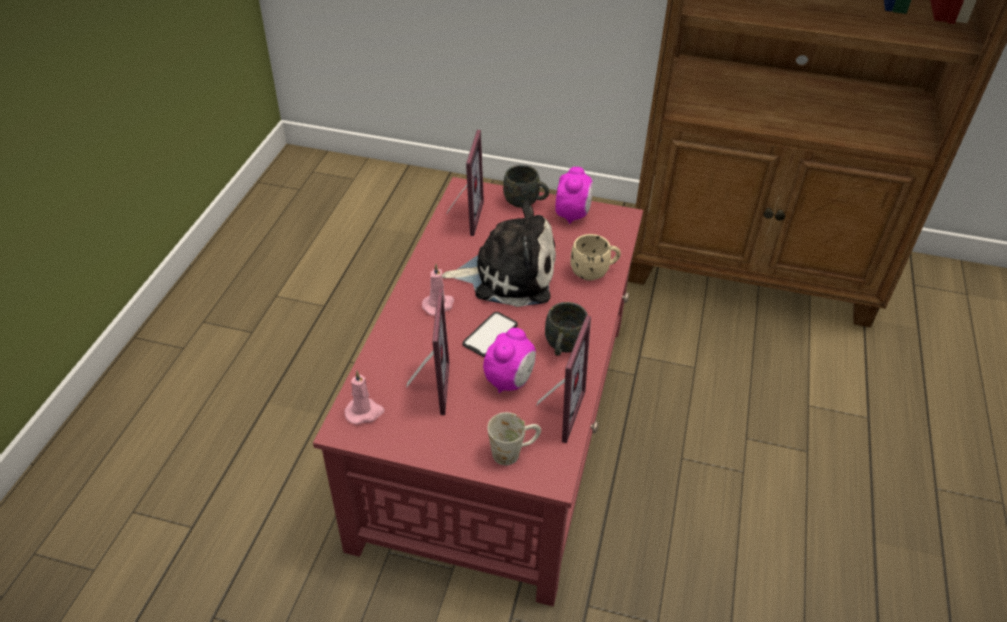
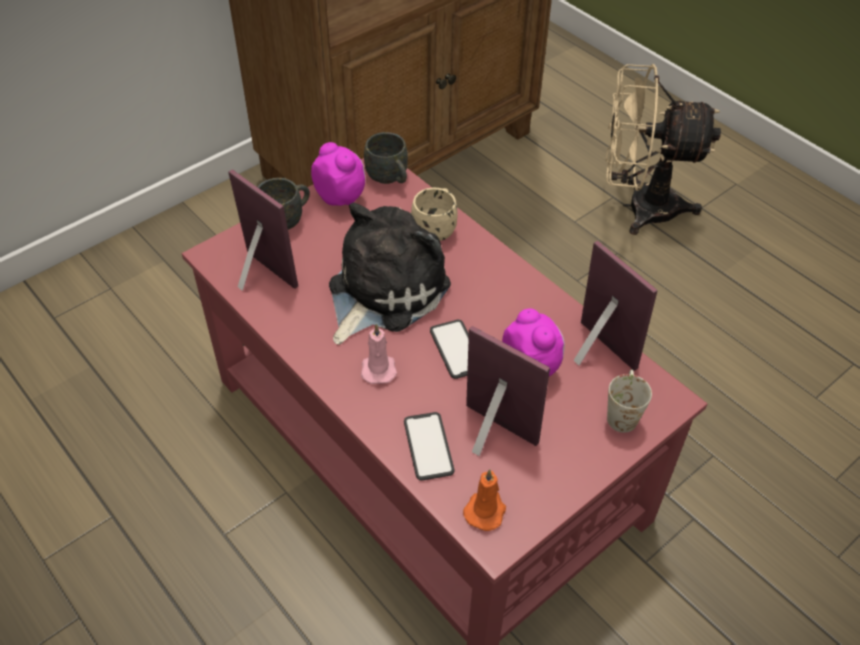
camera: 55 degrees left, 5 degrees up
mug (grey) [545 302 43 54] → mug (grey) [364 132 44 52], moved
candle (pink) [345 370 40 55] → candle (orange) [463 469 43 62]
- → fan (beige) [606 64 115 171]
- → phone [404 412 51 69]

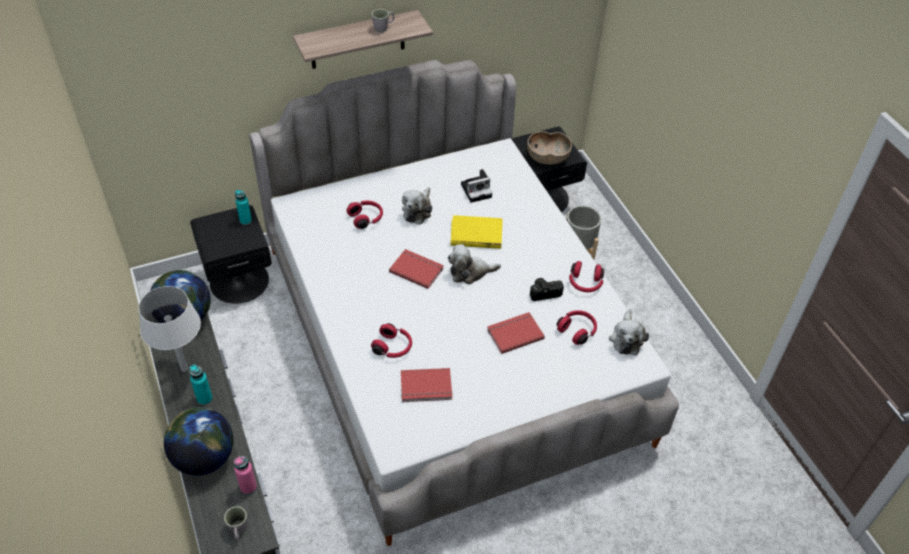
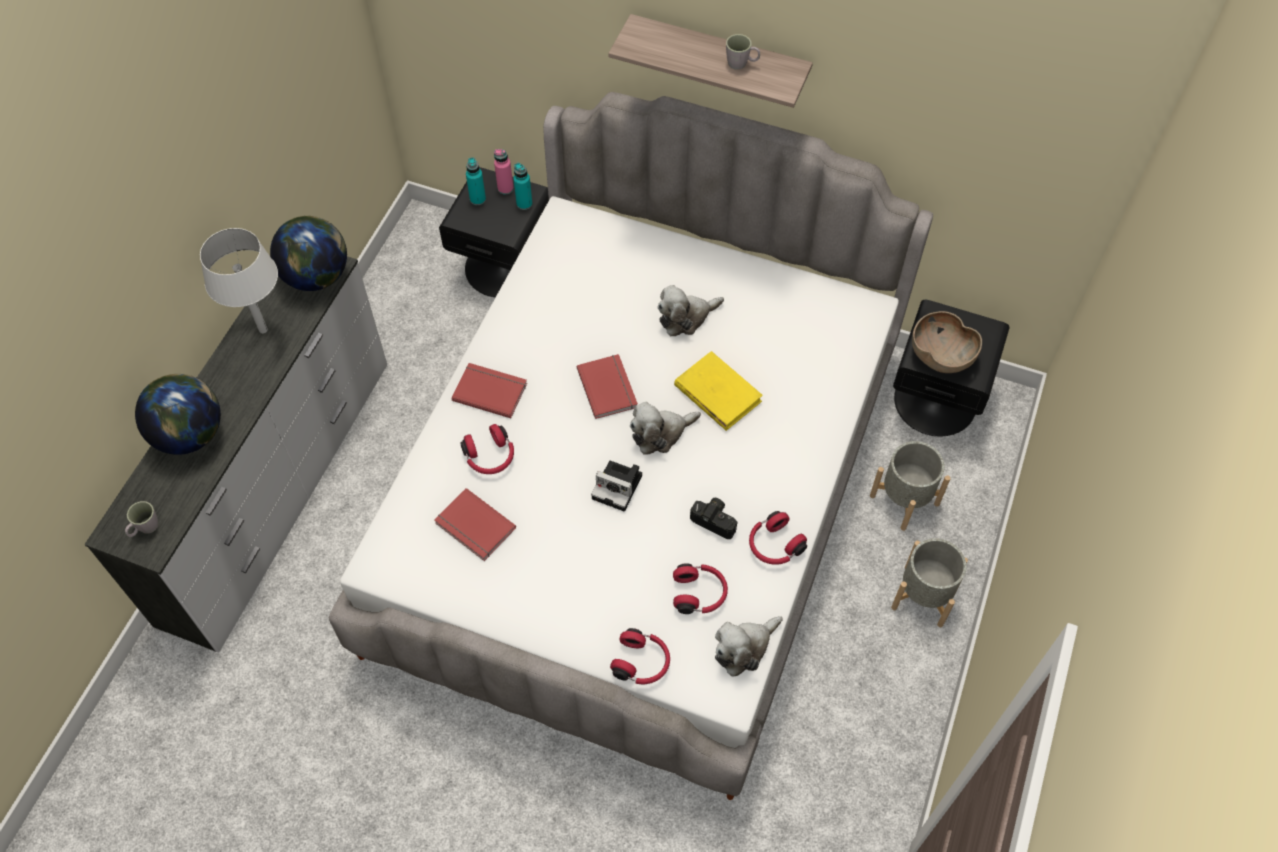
camera: 45 degrees right, 10 degrees up
photo camera [461 169 31 34] → photo camera [591 461 51 51], moved
headphones (red) [347 201 36 28] → headphones (red) [610 628 60 56], moved
plush toy [448 244 53 40] → plush toy [630 402 71 53], 60 degrees counterclockwise
book (red) [487 312 58 42] → book (red) [452 363 75 55], moved
bottle (turquoise) [190 364 23 41] → bottle (turquoise) [466 157 20 48], moved
bottle (pink) [234 456 23 39] → bottle (pink) [494 149 20 45], moved
- → planter (grey) [891 538 77 89]

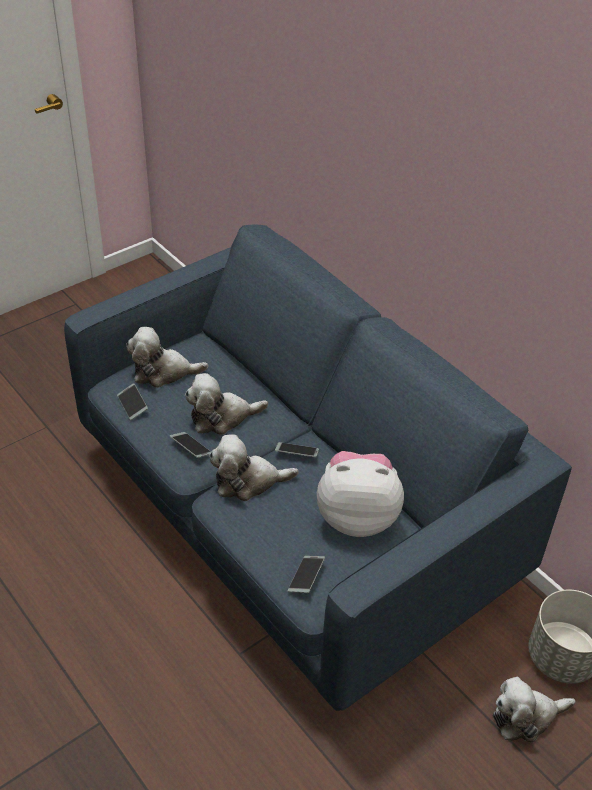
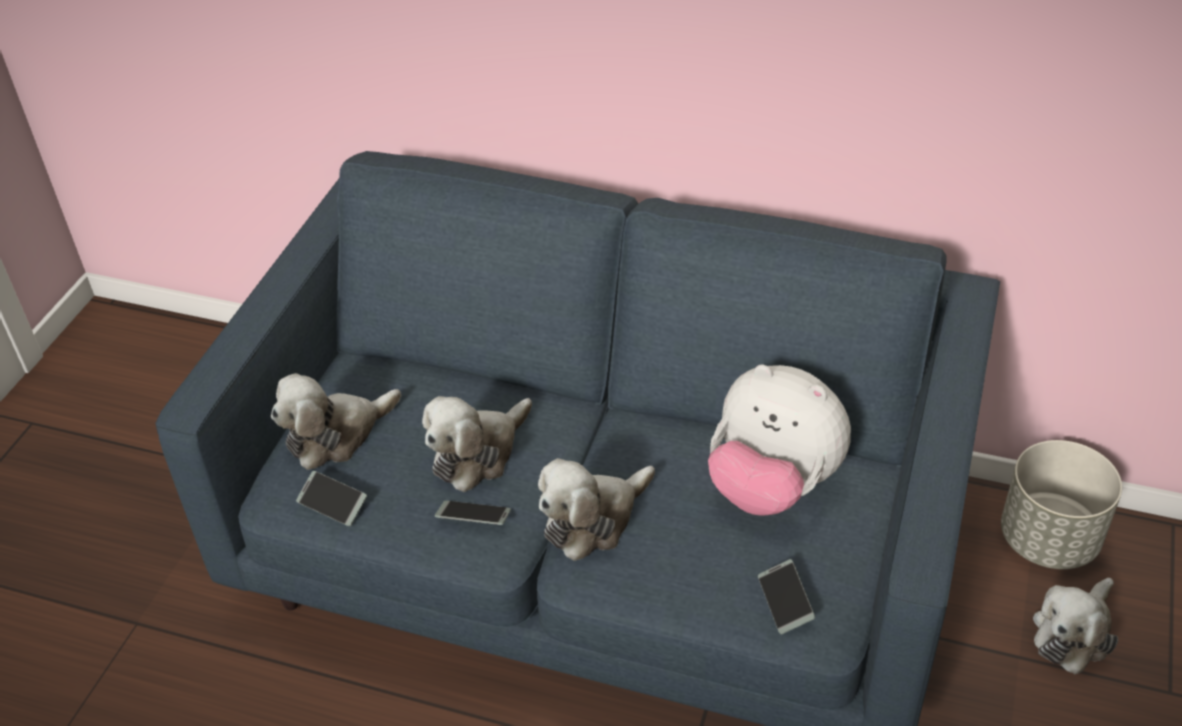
camera: 30 degrees left, 0 degrees up
phone [275 442 44 15] → -
plush toy [317 451 87 86] → plush toy [708 365 143 151], 120 degrees counterclockwise

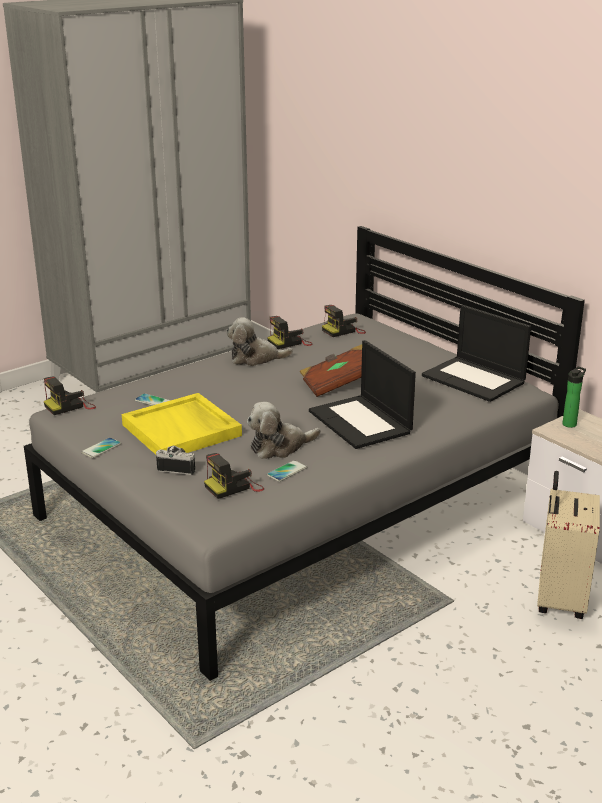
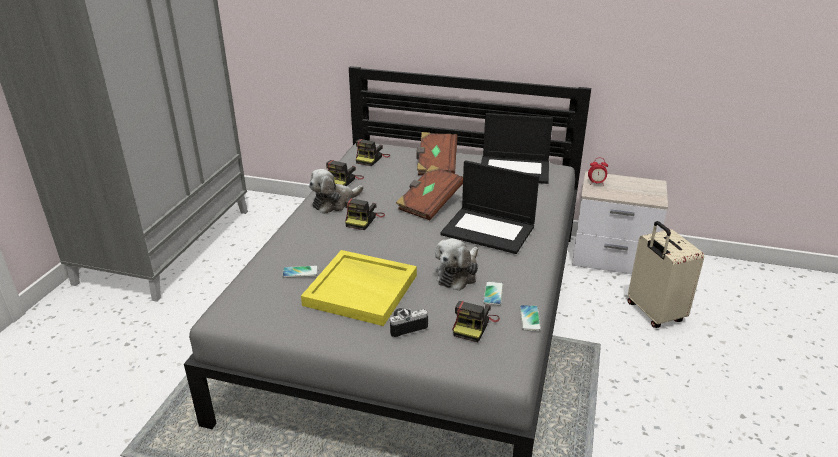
camera: 35 degrees left, 5 degrees up
bottle [563 367 23 61] → alarm clock [588 158 20 28]
photo camera [44 376 52 39] → photo camera [345 198 40 32], moved
phone [81 437 40 21] → phone [520 305 21 26], moved
- → book (brown) [416 132 41 44]

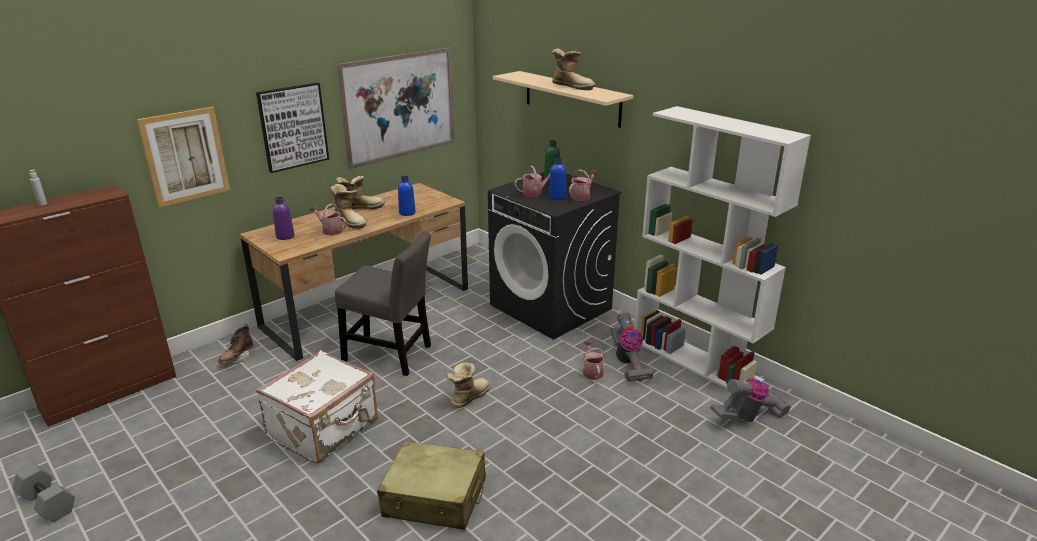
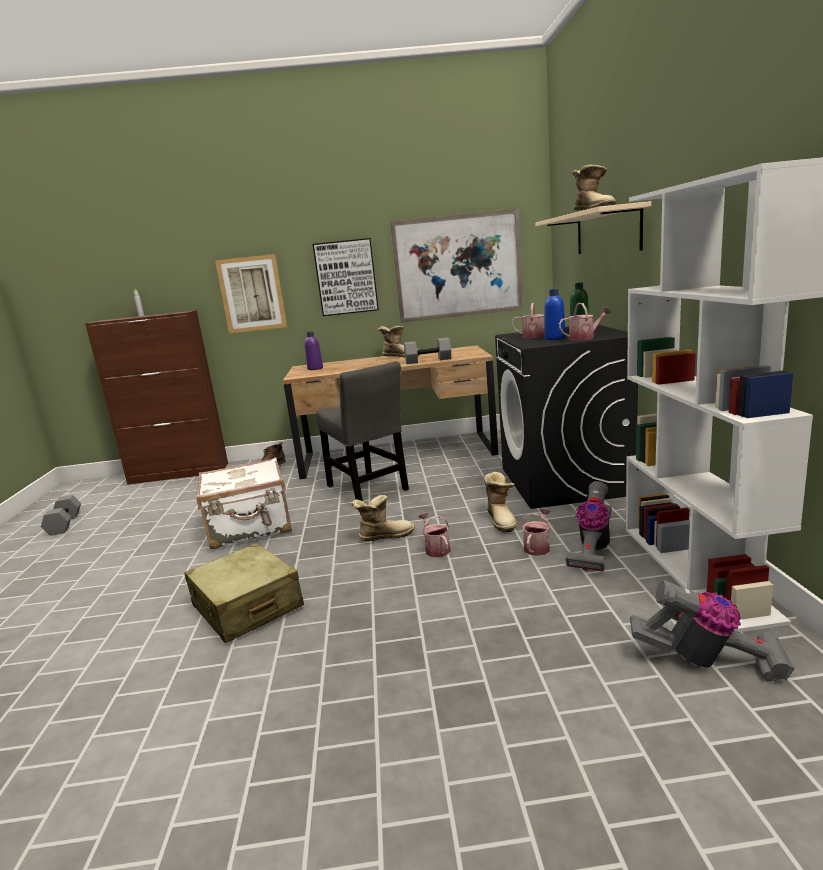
camera: 40 degrees right, 10 degrees down
bottle (blue) [398 176 18 40] → dumbbell (grey) [404 338 47 26]
boot [330 184 37 45] → boot [484 472 33 60], moved
watering can [310 203 37 32] → watering can [418 513 33 44], moved

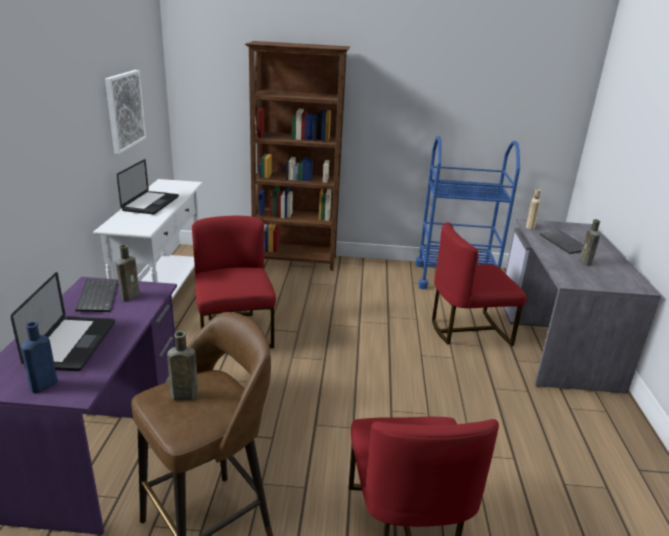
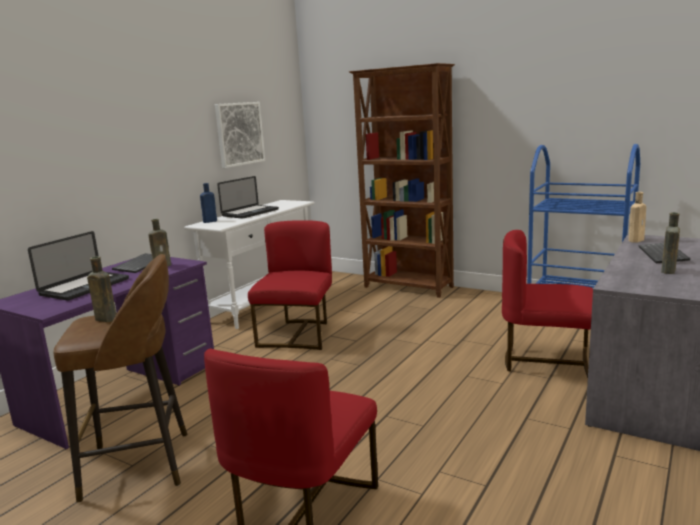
camera: 30 degrees right, 10 degrees down
bottle (blue) [21 322 36 71] → bottle (blue) [200 183 17 40], moved

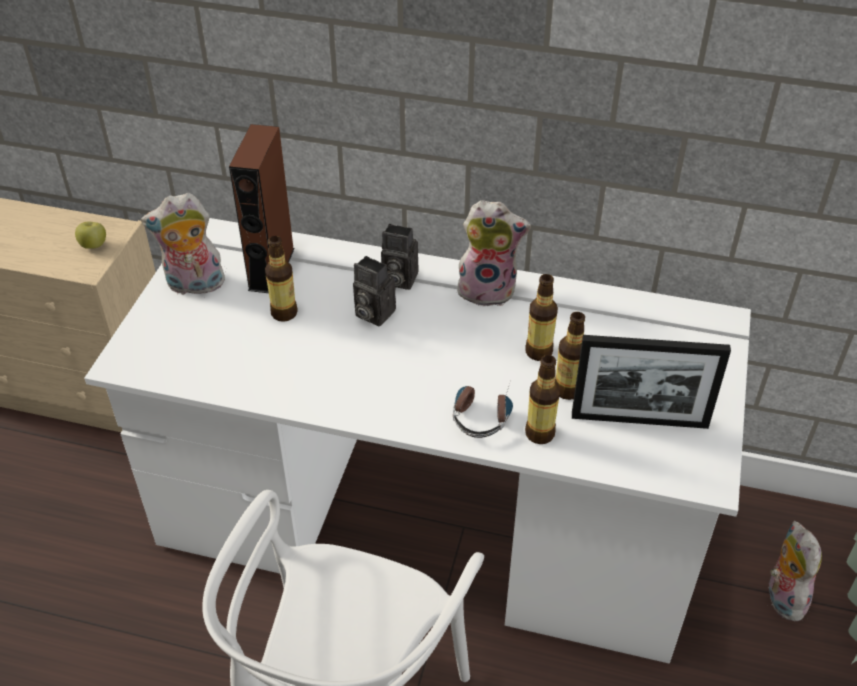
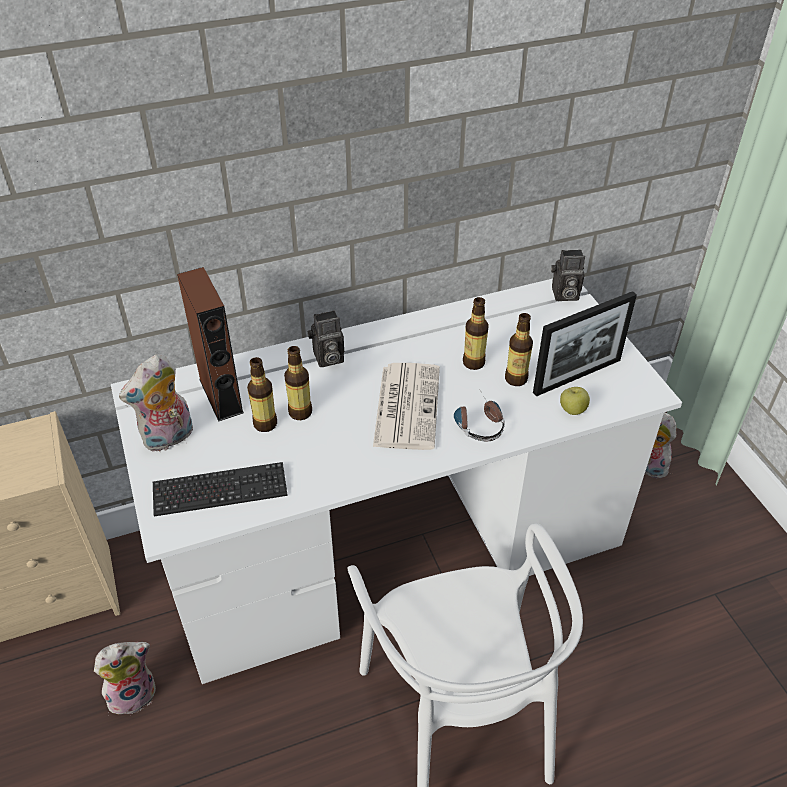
camera: 35 degrees left, 0 degrees up
plush toy [457 200 74 106] → plush toy [94 642 62 73], moved
apple [75 221 31 28] → apple [560 387 30 28], moved
photo camera [353 256 43 70] → photo camera [551 250 34 51], moved
bottle [525 355 35 89] → bottle [284 346 28 74], moved
- → newspaper [373 363 67 87]
- → keyboard [153 462 135 55]

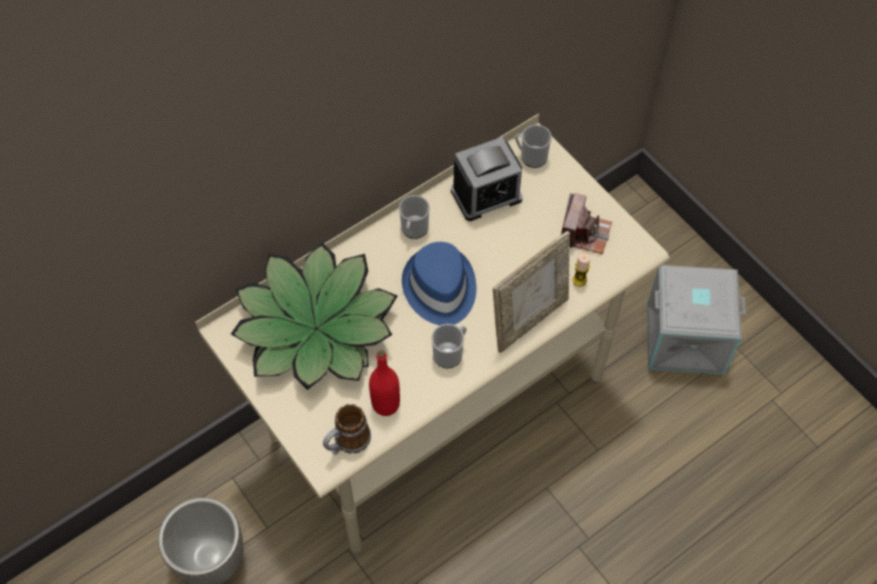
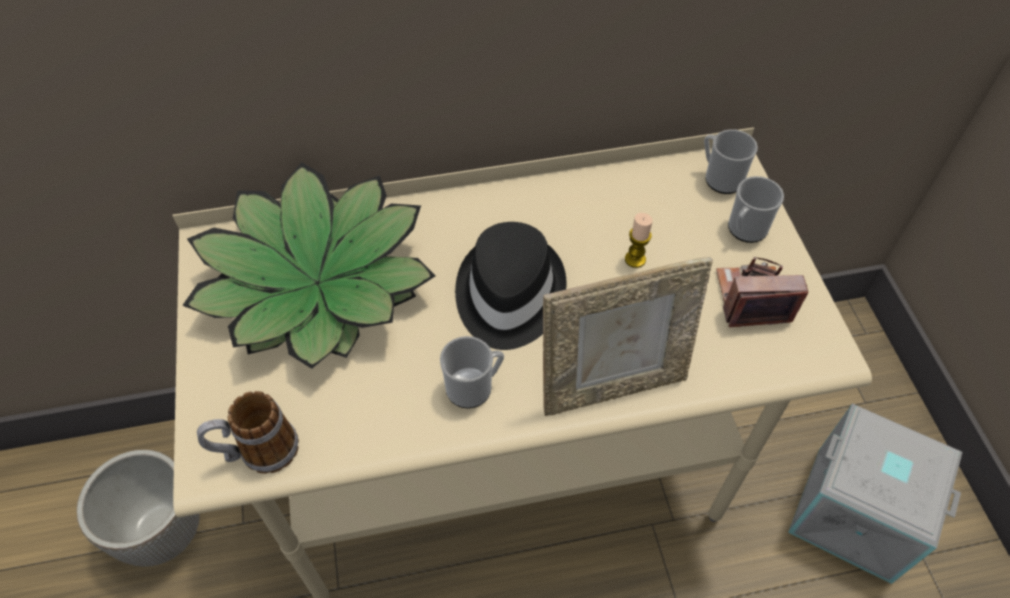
camera: 25 degrees right, 5 degrees down
alarm clock [451 137 72 84] → -
photo camera [561 193 51 61] → photo camera [716 257 93 70], 135 degrees counterclockwise
mug [399 195 31 44] → mug [728 176 56 67], moved
hat (blue) [402 242 74 83] → hat (black) [455 222 111 128]
candle [573 253 17 33] → candle [625 213 27 55], moved
bottle (red) [369 350 31 66] → -

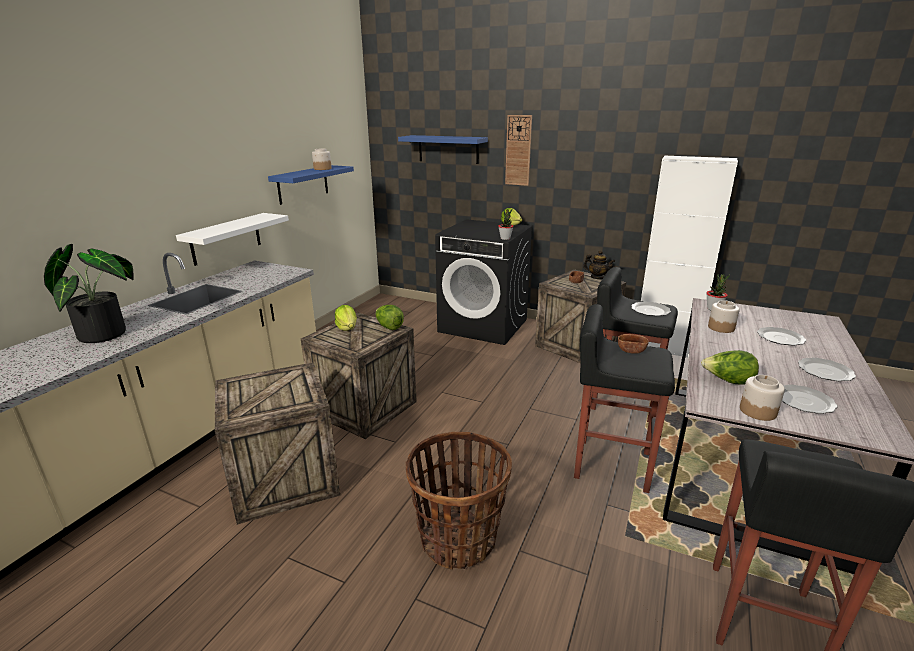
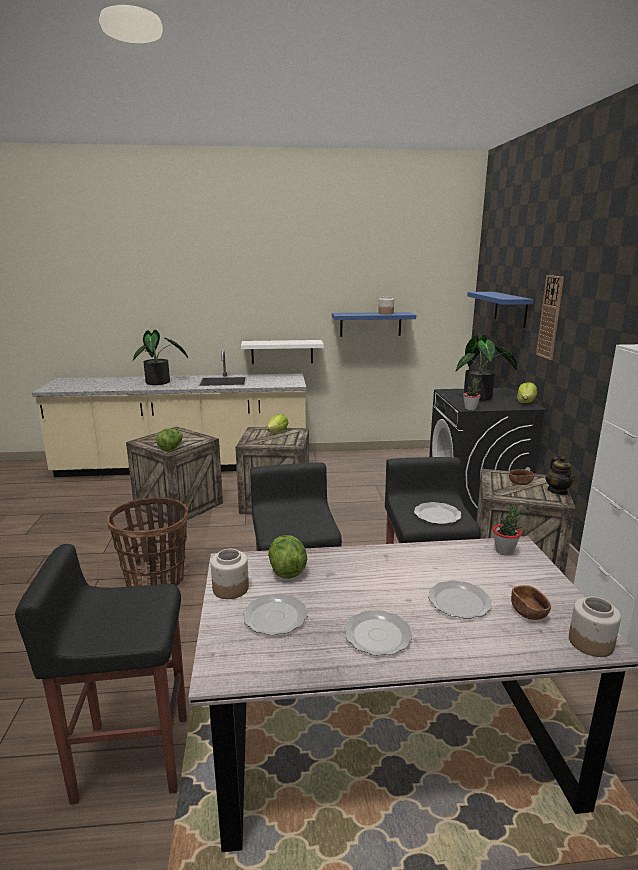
camera: 60 degrees right, 5 degrees down
jar [708 300 32 33] → jar [569 597 52 60], moved
lettuce [376 305 28 25] → lettuce [156 429 26 22], moved
bowl (brown) [618 334 31 20] → bowl (brown) [511 585 40 35], moved
- → potted plant [456 335 61 66]

